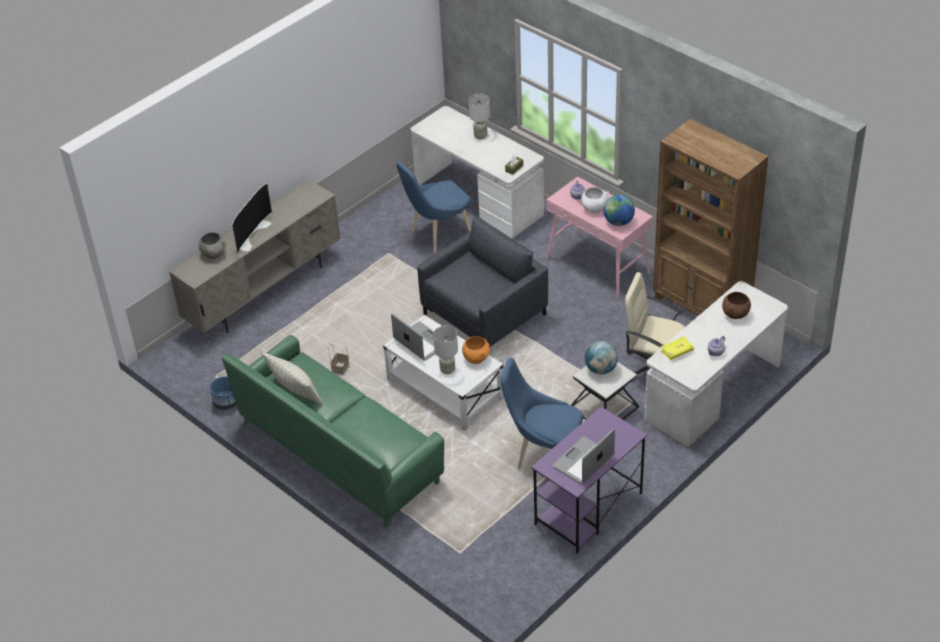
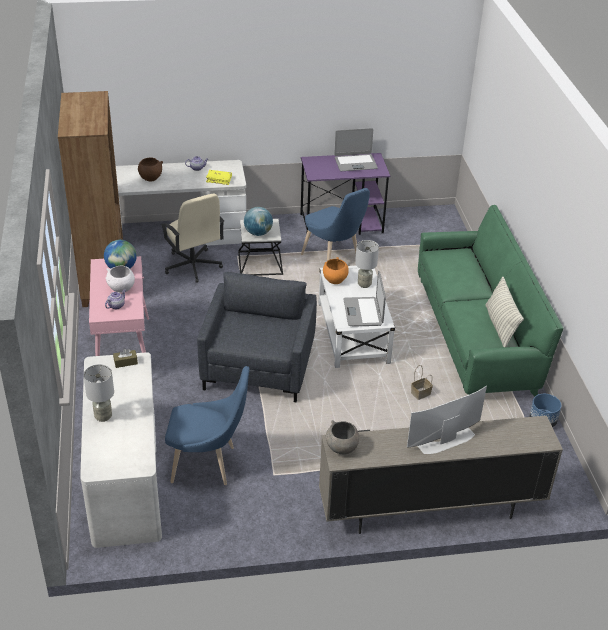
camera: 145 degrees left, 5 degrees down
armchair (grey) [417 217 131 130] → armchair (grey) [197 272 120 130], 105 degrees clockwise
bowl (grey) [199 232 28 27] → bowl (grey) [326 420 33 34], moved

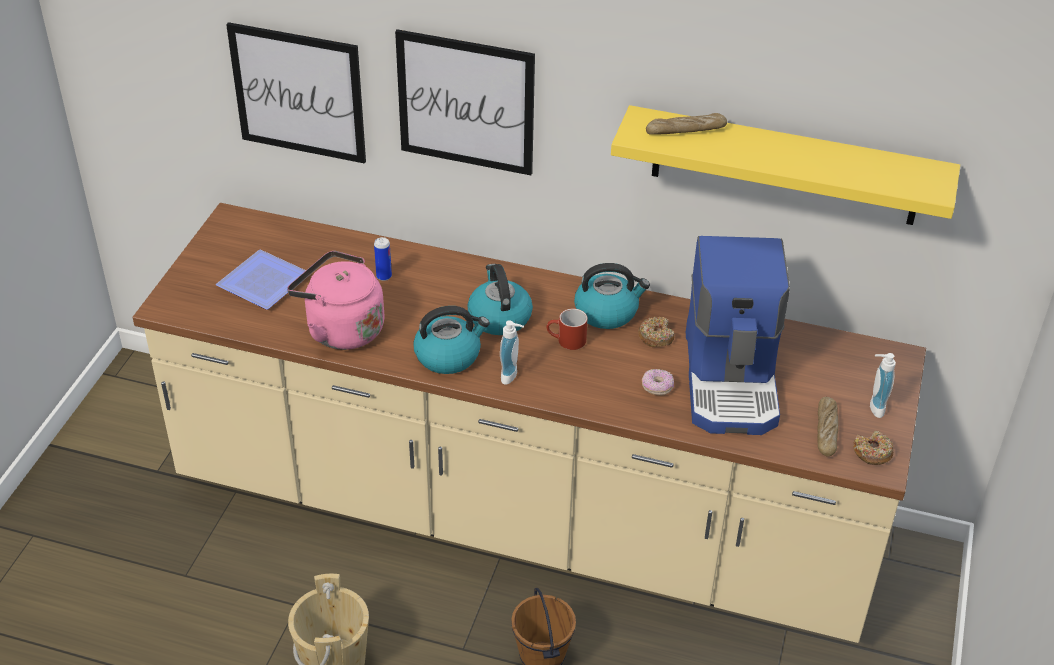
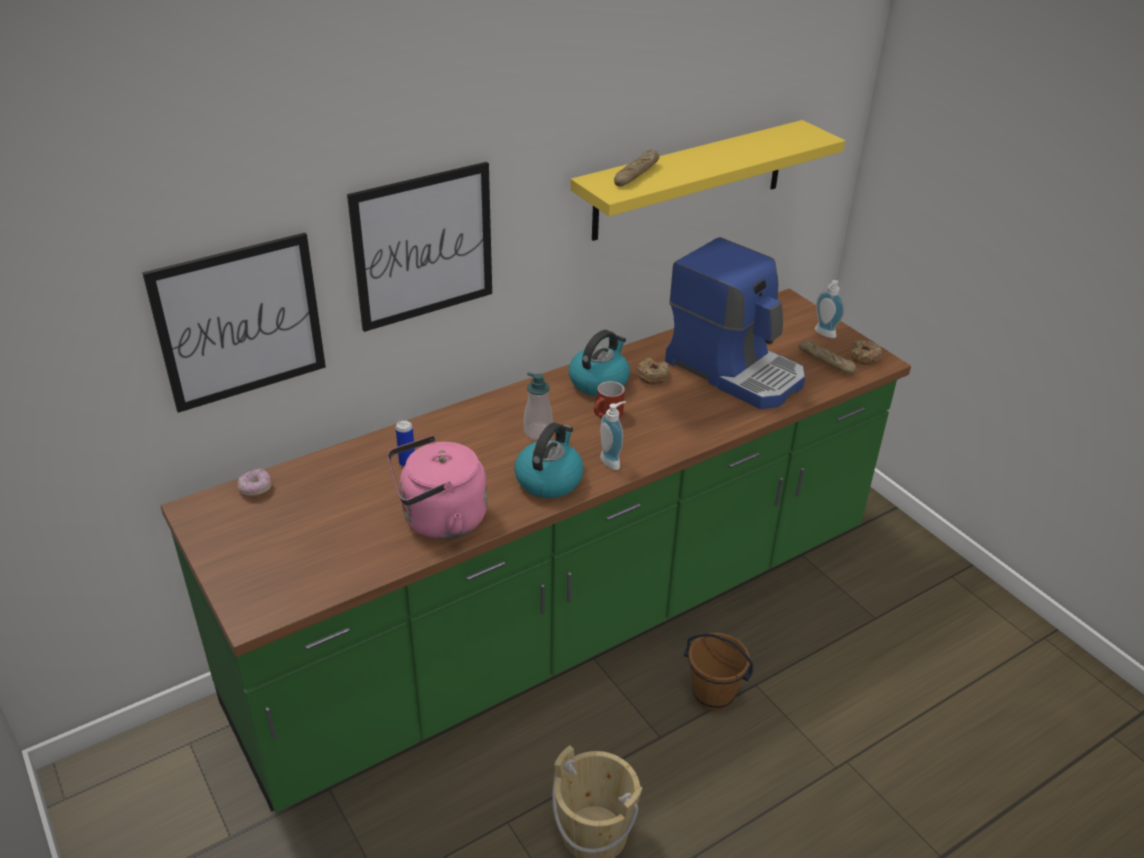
camera: 50 degrees left, 5 degrees down
counter (beige) [132 203 794 440] → counter (green) [161 288 750 525]
plate [216 250 90 60] → -
kettle [467 264 66 71] → soap dispenser [524 372 29 68]
donut [642 369 32 27] → donut [238 469 34 27], moved

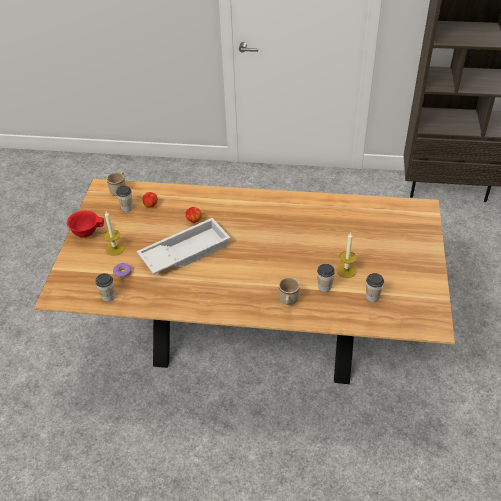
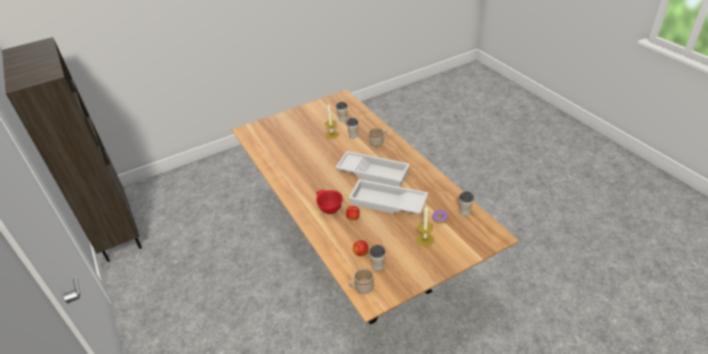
camera: 125 degrees left, 5 degrees down
bowl (red) [67 211 37 26] → bowl (red) [316 190 27 24], moved
- → tray (white) [336 151 74 36]

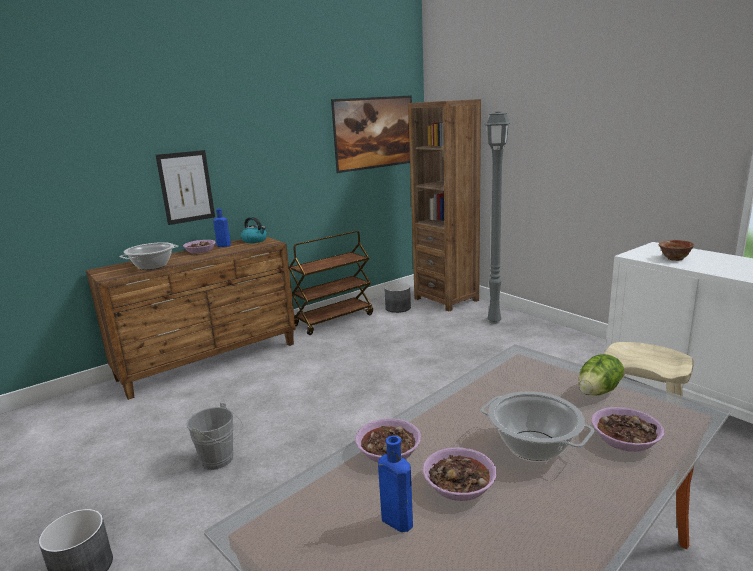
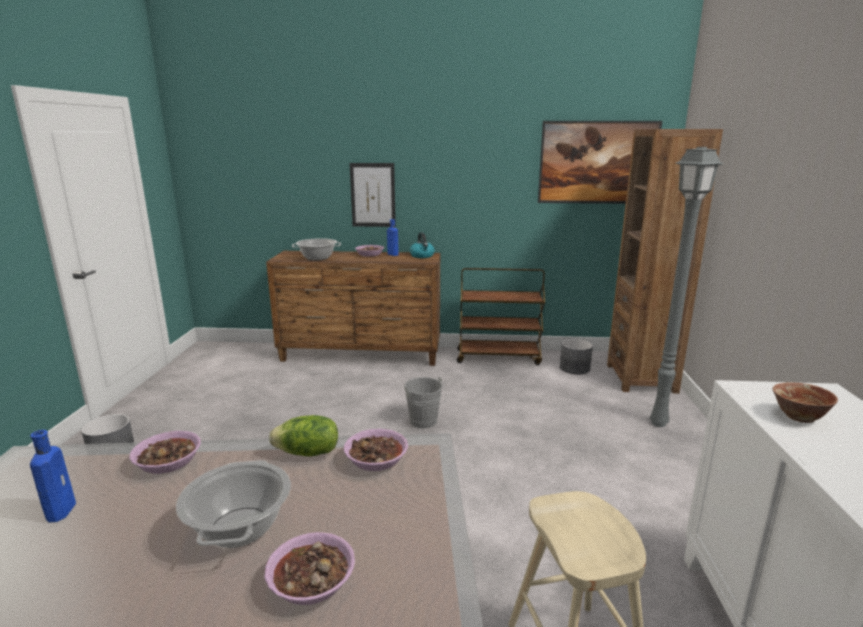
camera: 40 degrees right, 0 degrees up
lettuce [579 354 45 41] → lettuce [269 415 69 42], moved
bucket (grey) [187 403 56 67] → bucket (grey) [404 377 43 52], moved
bowl [423 447 74 54] → bowl [344 429 64 42], moved

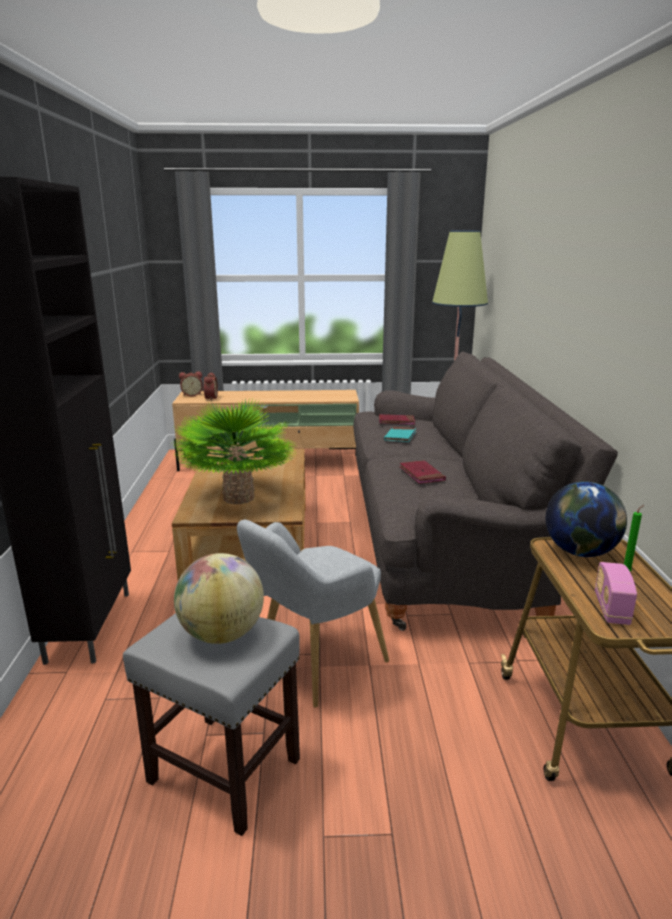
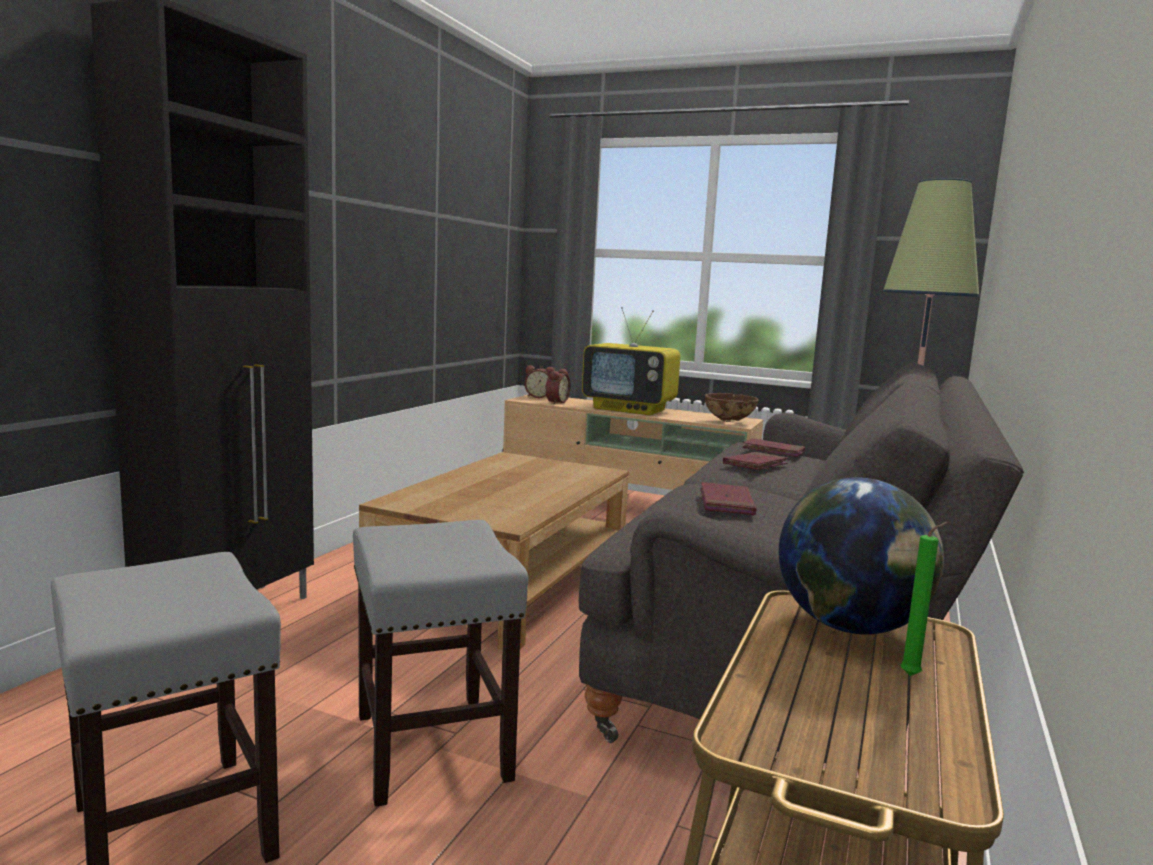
camera: 25 degrees right, 10 degrees down
potted plant [172 398 126 106] → -
book (turquoise) [384 427 32 15] → book (red) [723 452 65 18]
armchair (grey) [237 520 152 188] → stool (grey) [353 520 175 287]
globe [174 553 90 91] → -
radio [595 562 42 63] → -
- → television [582 307 98 108]
- → bowl (brown) [704 393 54 29]

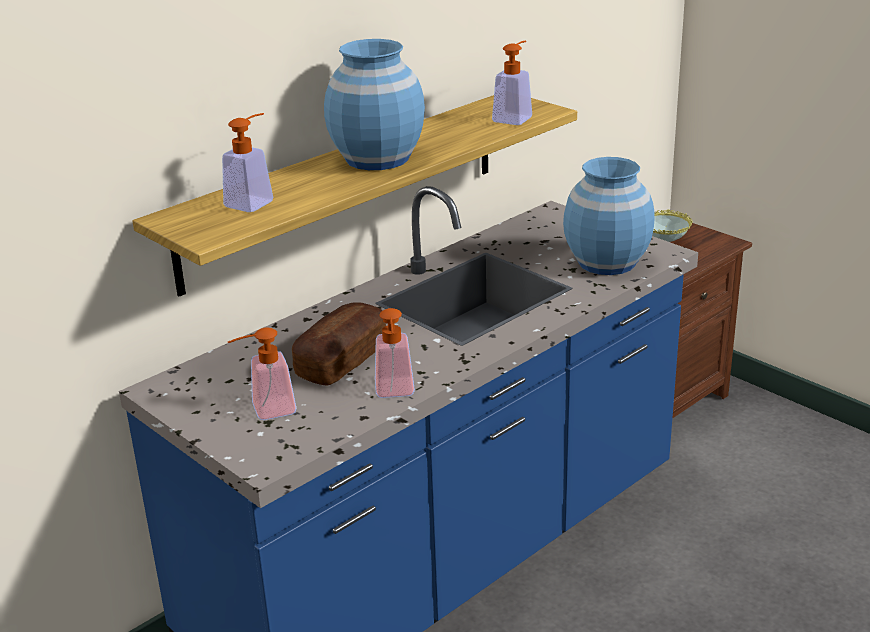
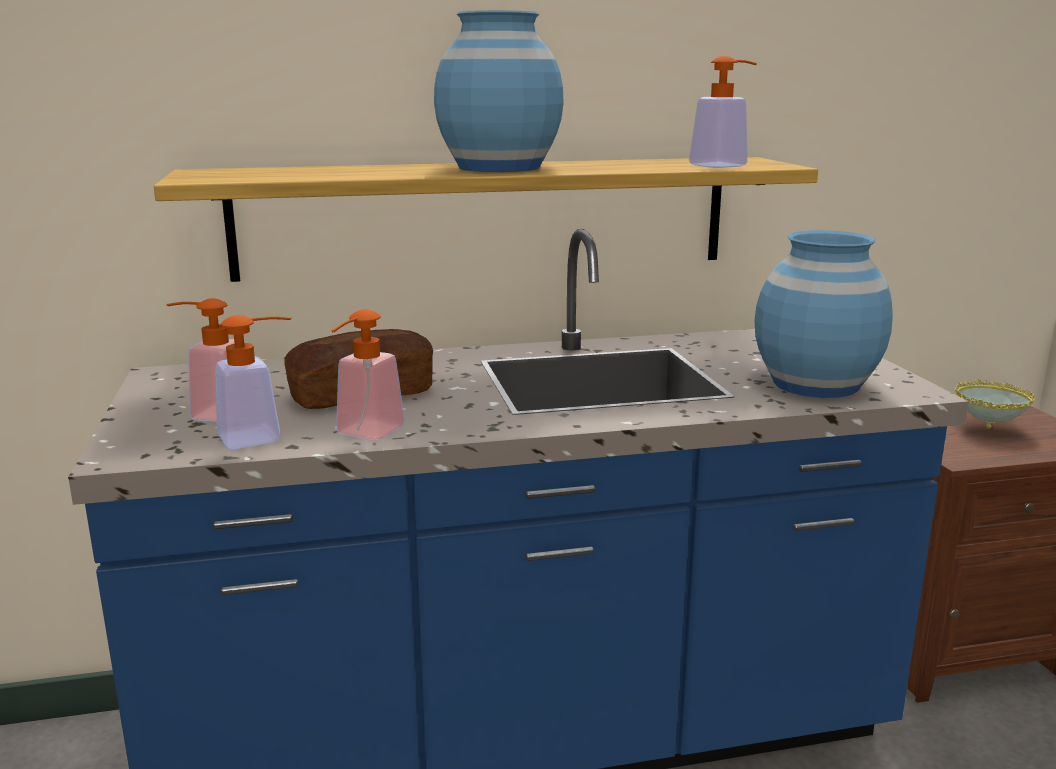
camera: 30 degrees right, 10 degrees down
soap dispenser [222 113 51 99] → soap dispenser [215 315 76 134], moved

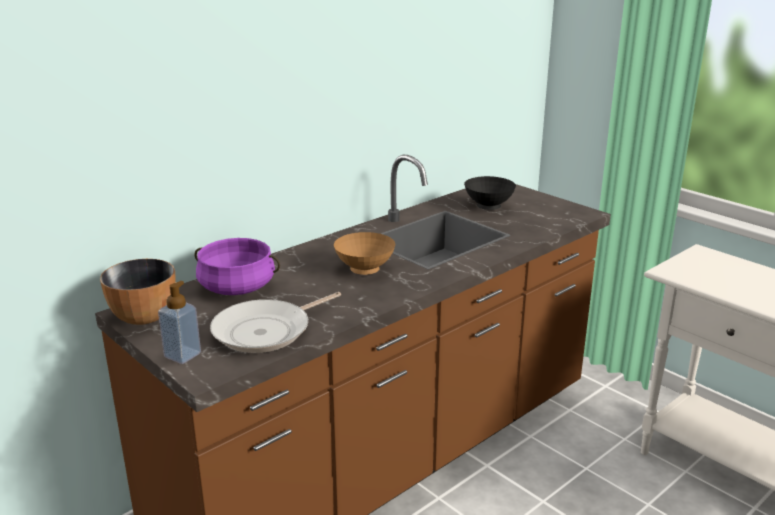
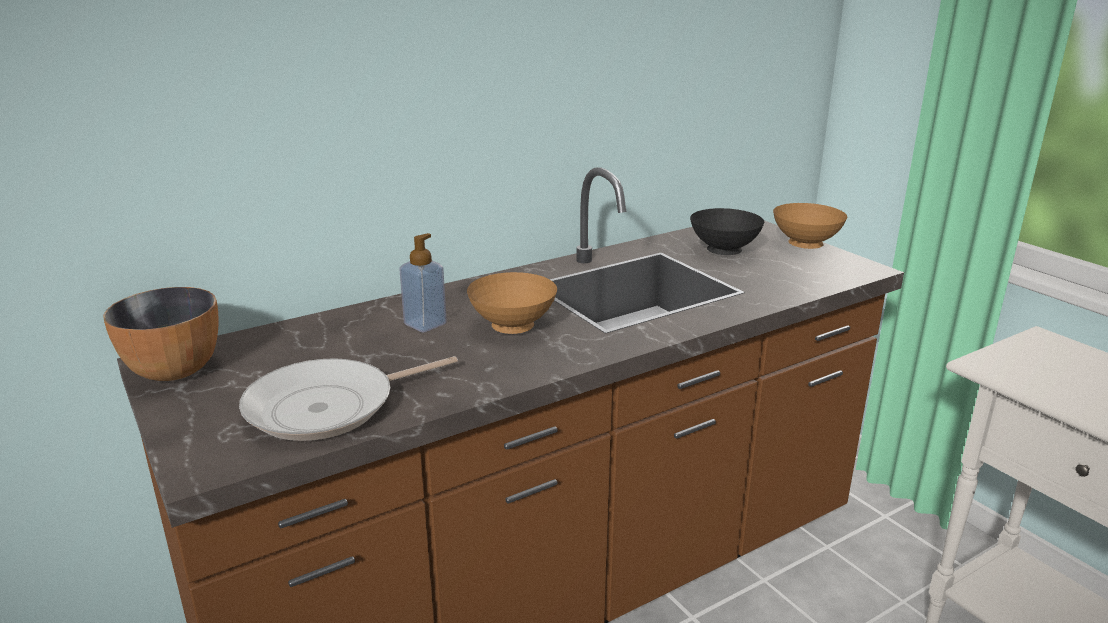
camera: 10 degrees right, 0 degrees up
cooking pot (purple) [195 238 85 57] → -
soap dispenser [158 281 43 83] → soap dispenser [399 233 48 99], moved
- → bowl (brown) [773 203 74 46]

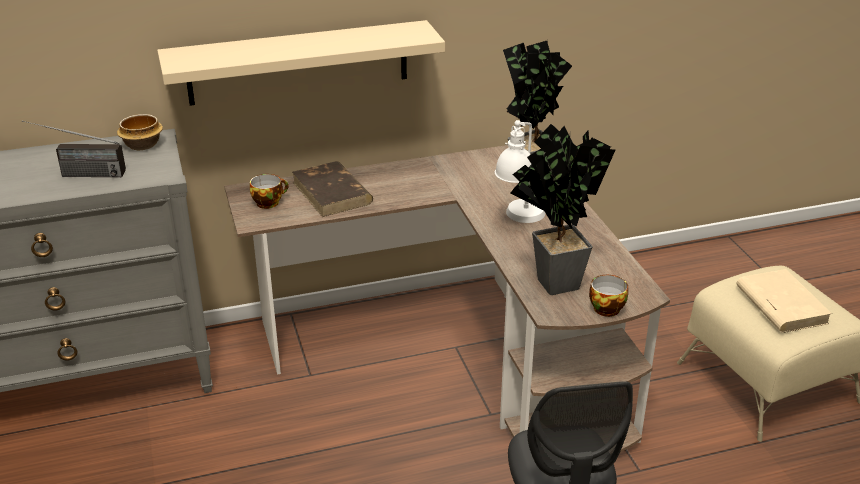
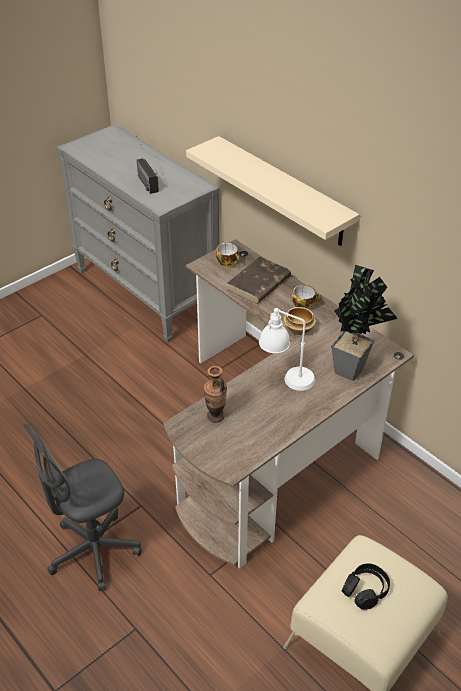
camera: 65 degrees right, 10 degrees up
bowl [117 114 46 36] → bowl [284 307 32 28], moved
potted plant [510 124 105 171] → vase [203 366 24 57]
book (beige) [737 269 95 64] → headphones (black) [342 563 48 47]
cup [589 275 39 42] → cup [292 285 29 25], moved

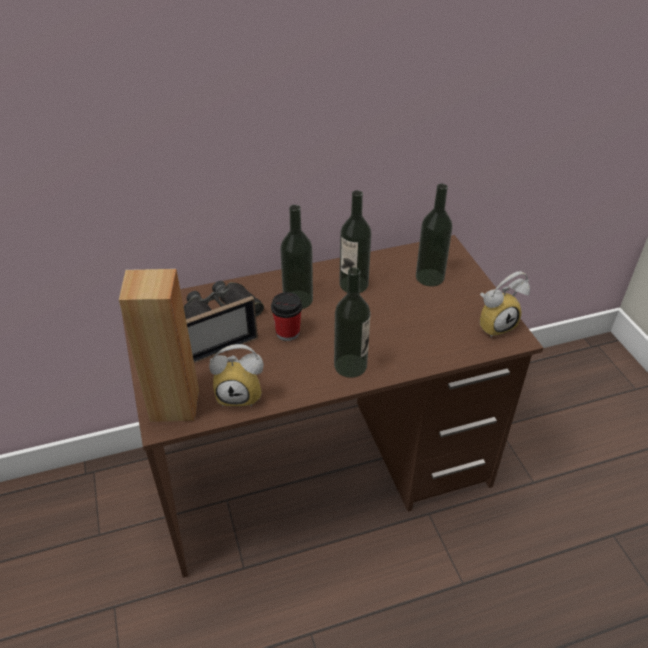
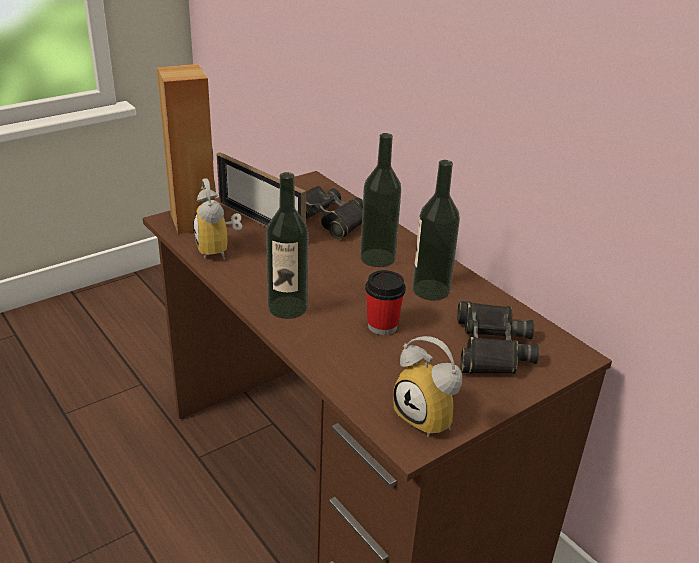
camera: 70 degrees right, 10 degrees down
bottle [416 184 37 102] → binoculars (black) [457 301 82 73]
cup [271 292 31 49] → cup [365 270 41 65], moved

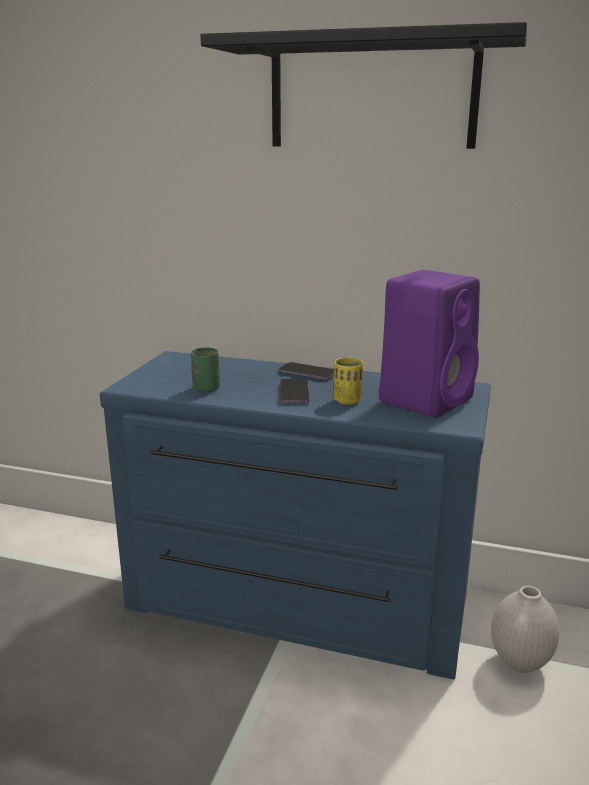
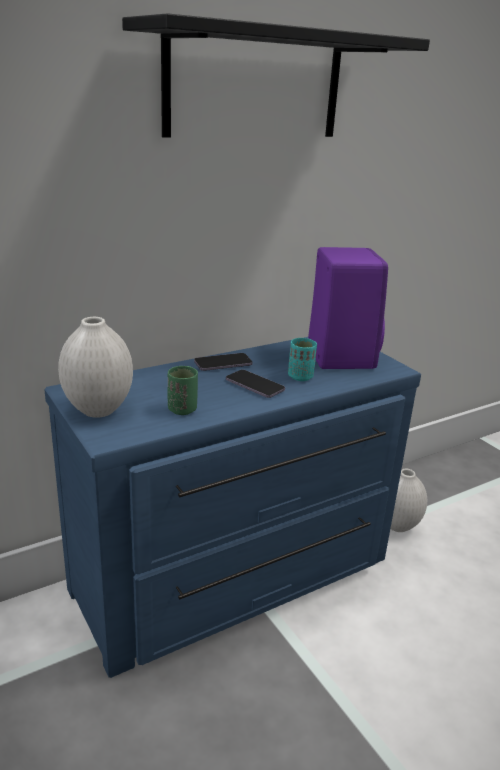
camera: 50 degrees left, 5 degrees up
cup (yellow) [333 358 30 47] → cup (turquoise) [288 338 29 43]
- → vase (white) [58 317 75 101]

